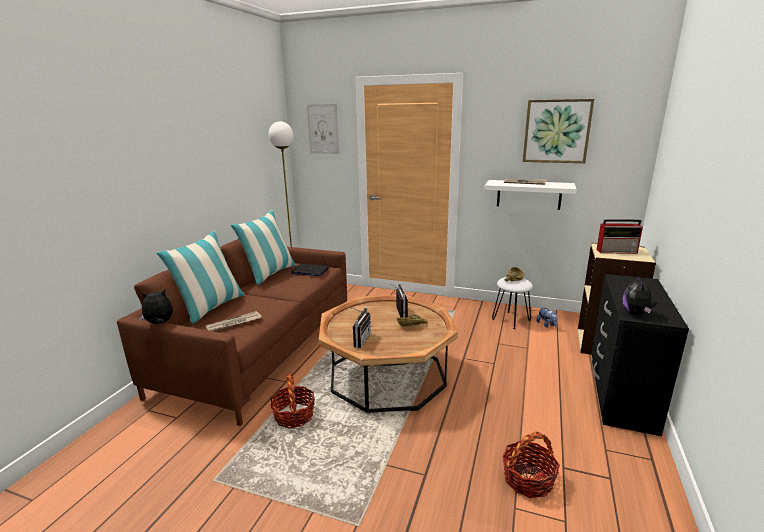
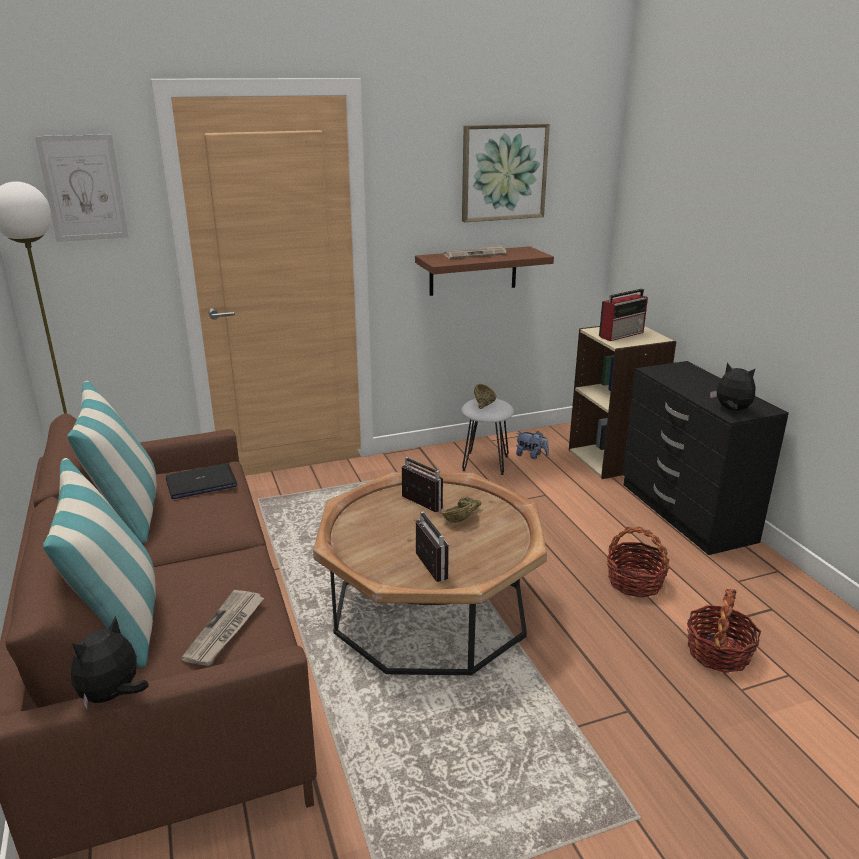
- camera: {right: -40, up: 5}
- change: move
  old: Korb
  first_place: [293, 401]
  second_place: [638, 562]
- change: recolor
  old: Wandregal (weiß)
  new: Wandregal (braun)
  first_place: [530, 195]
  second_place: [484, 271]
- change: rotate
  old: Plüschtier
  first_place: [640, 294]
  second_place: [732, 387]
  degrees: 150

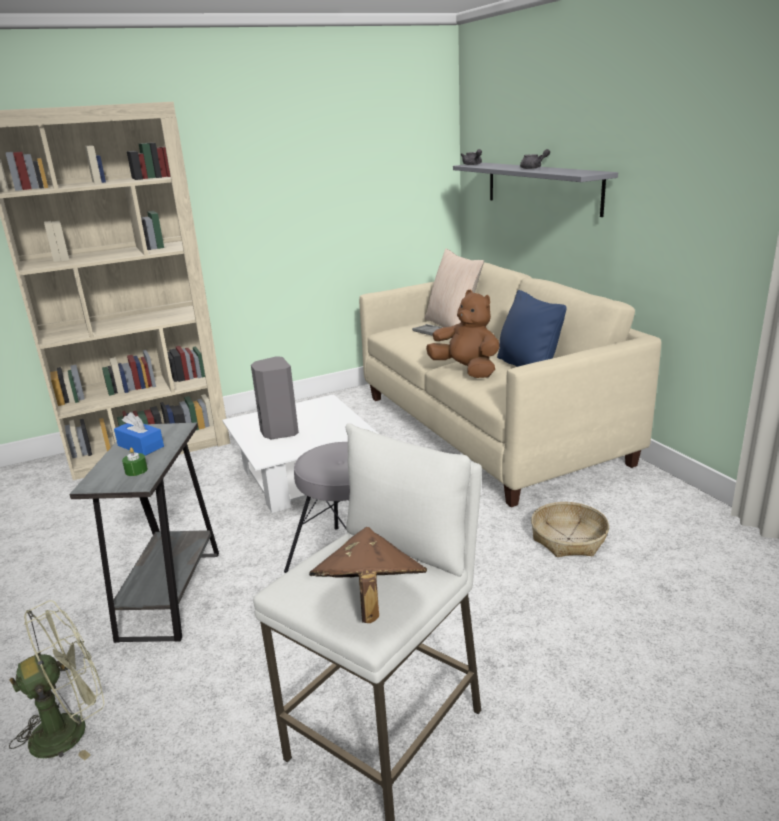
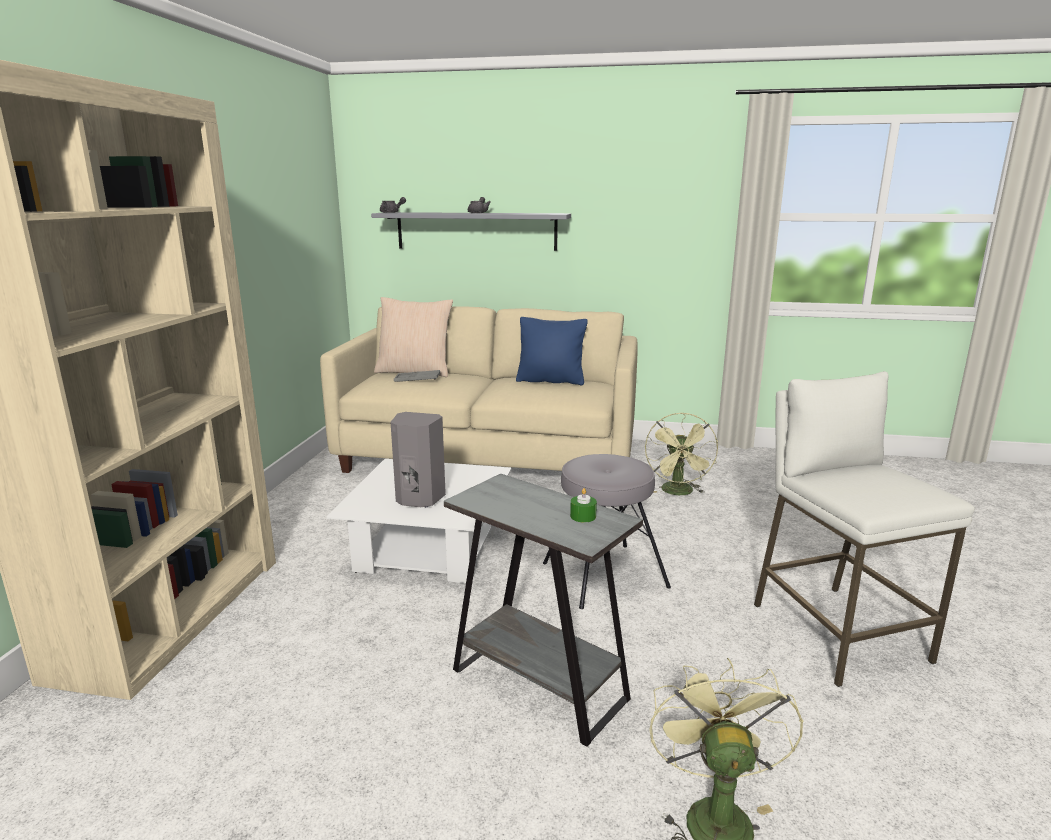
- camera: {right: -55, up: -5}
- change: delete
  old: Taschentuchbox (blau)
  first_place: [139, 434]
- change: delete
  old: Hut (braun)
  first_place: [368, 575]
- change: delete
  old: Plüschtier (braun)
  first_place: [463, 334]
- change: replace
  old: Korb
  new: Ventilator (grün)
  first_place: [570, 529]
  second_place: [681, 453]

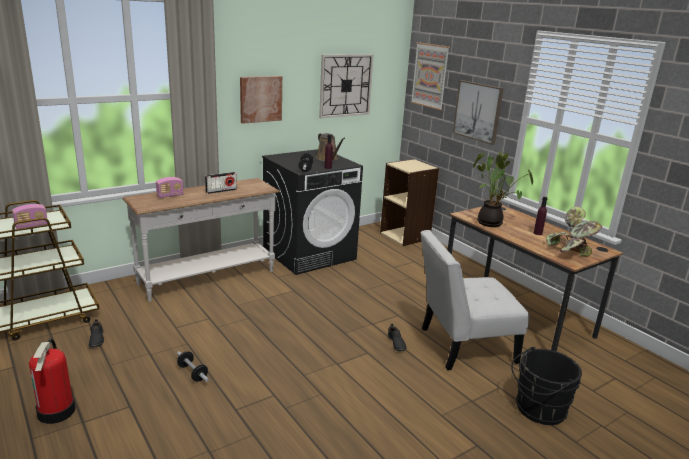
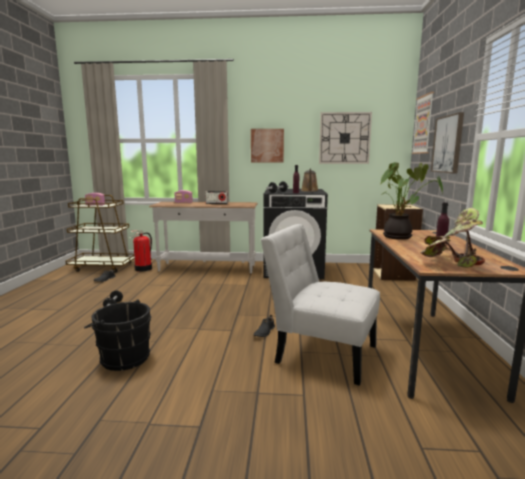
- camera: {right: 40, up: -10}
- change: move
  old: Feuerlöscher
  first_place: [52, 381]
  second_place: [140, 251]
- change: move
  old: Eimer (schwarz)
  first_place: [546, 386]
  second_place: [118, 335]

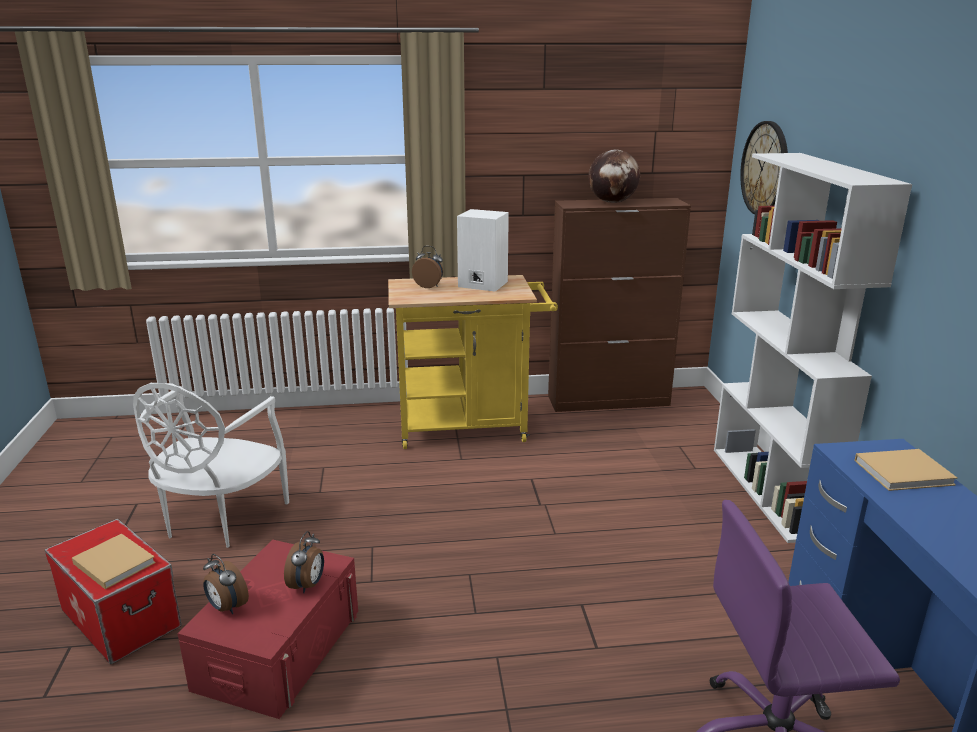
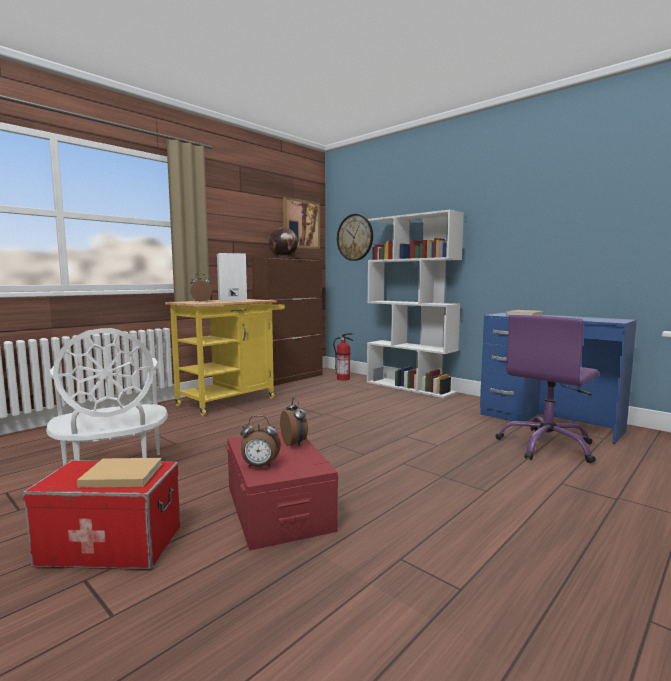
- camera: {right: -40, up: -15}
- change: insert
  new: Bild
  second_place: [301, 223]
- change: insert
  new: Feuerlöscher
  second_place: [343, 356]

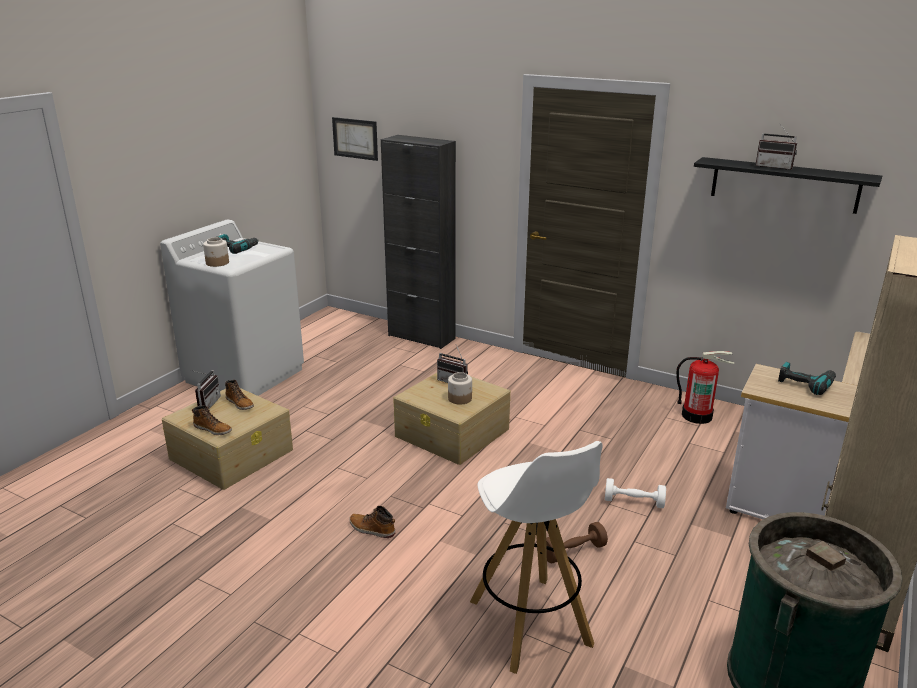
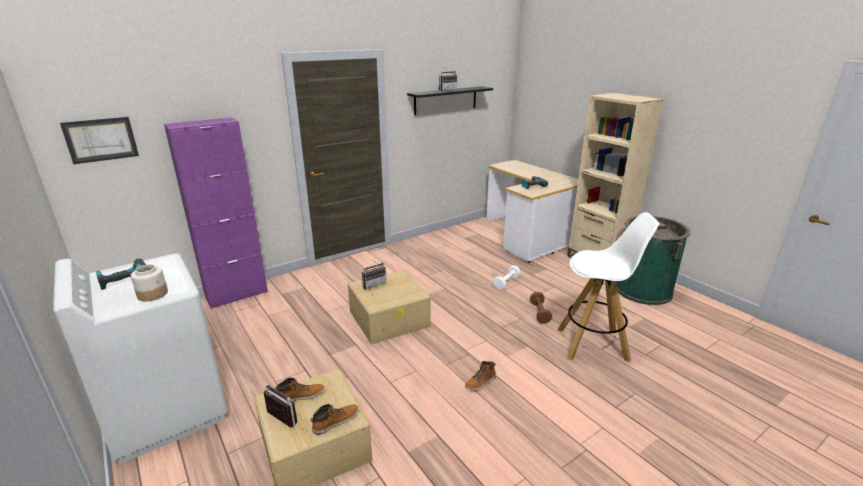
- camera: {right: -65, up: 0}
- change: delete
  old: Vorratsglas
  first_place: [460, 388]
- change: delete
  old: Feuerlöscher
  first_place: [705, 387]
- change: recolor
  old: Schrank (schwarz)
  new: Schrank (lila)
  first_place: [418, 242]
  second_place: [216, 213]

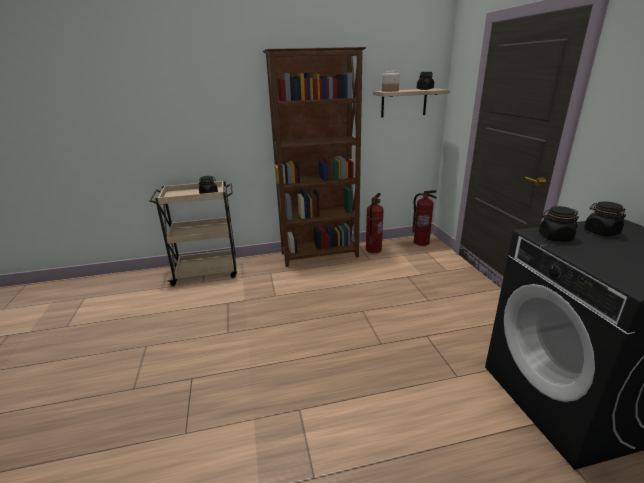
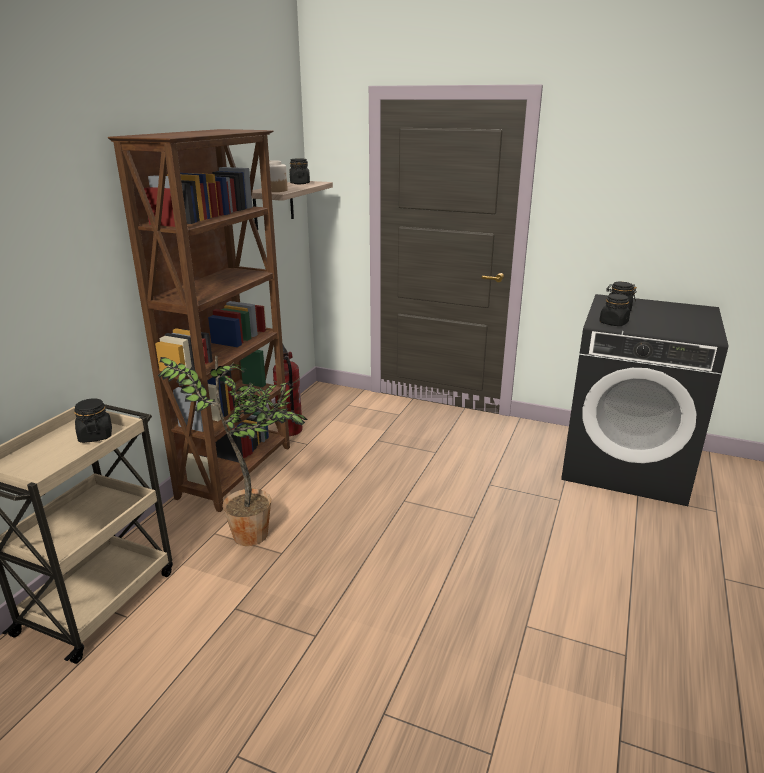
- camera: {right: -55, up: 0}
- change: delete
  old: Feuerlöscher
  first_place: [424, 218]
- change: insert
  new: Topfpflanze
  second_place: [233, 451]

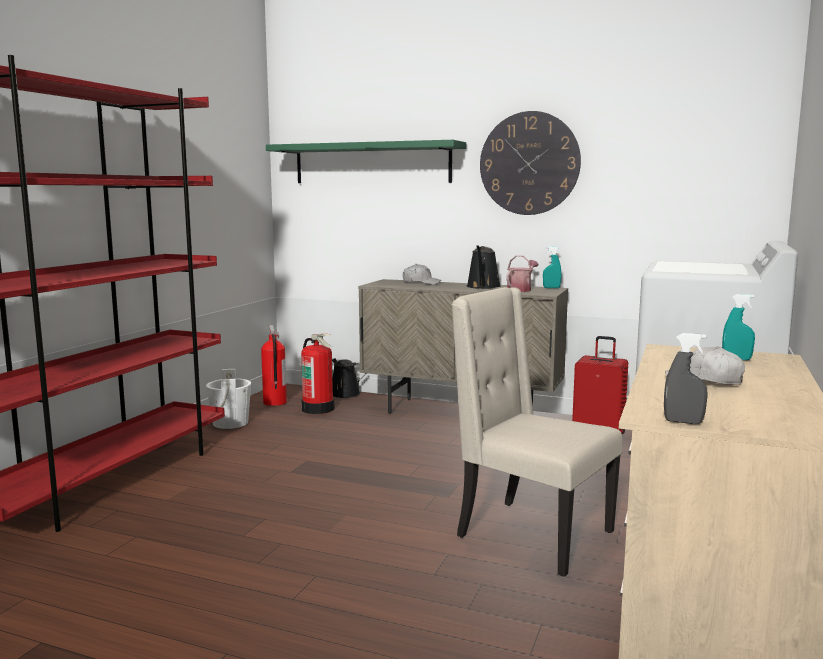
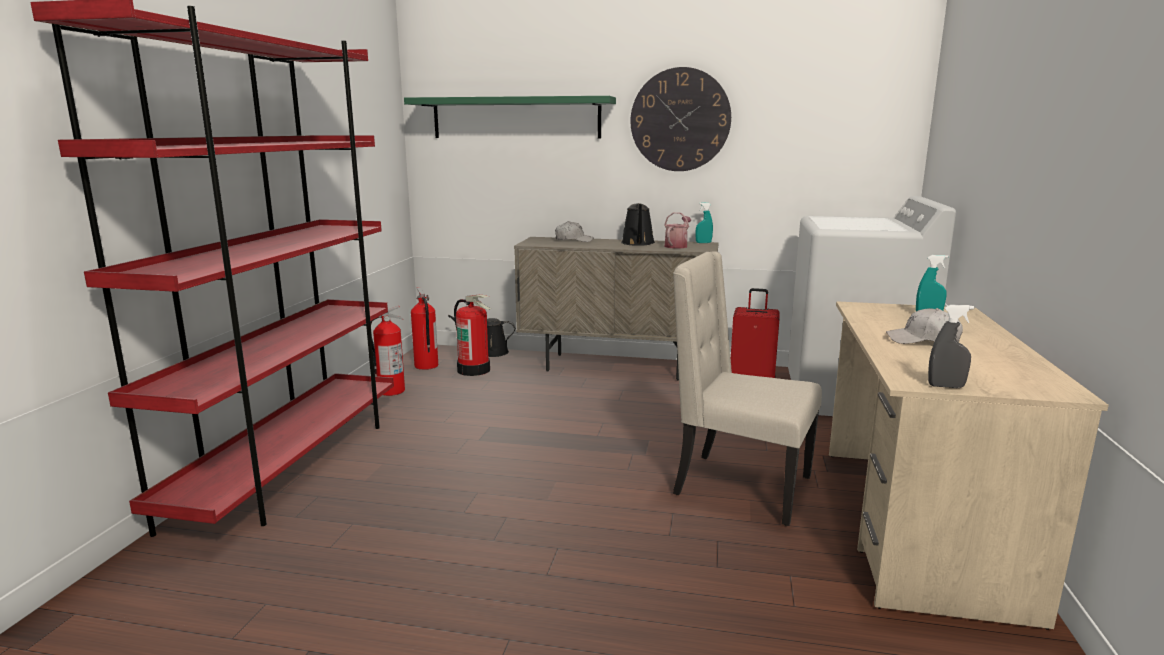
- camera: {right: -10, up: 5}
- change: replace
  old: Eimer (weiß)
  new: Feuerlöscher
  first_place: [228, 399]
  second_place: [387, 351]

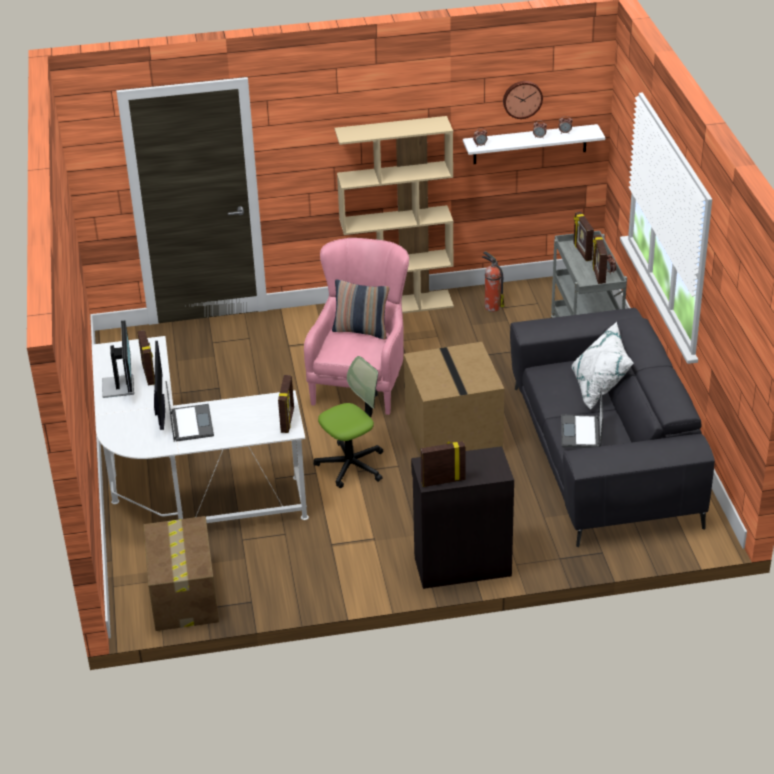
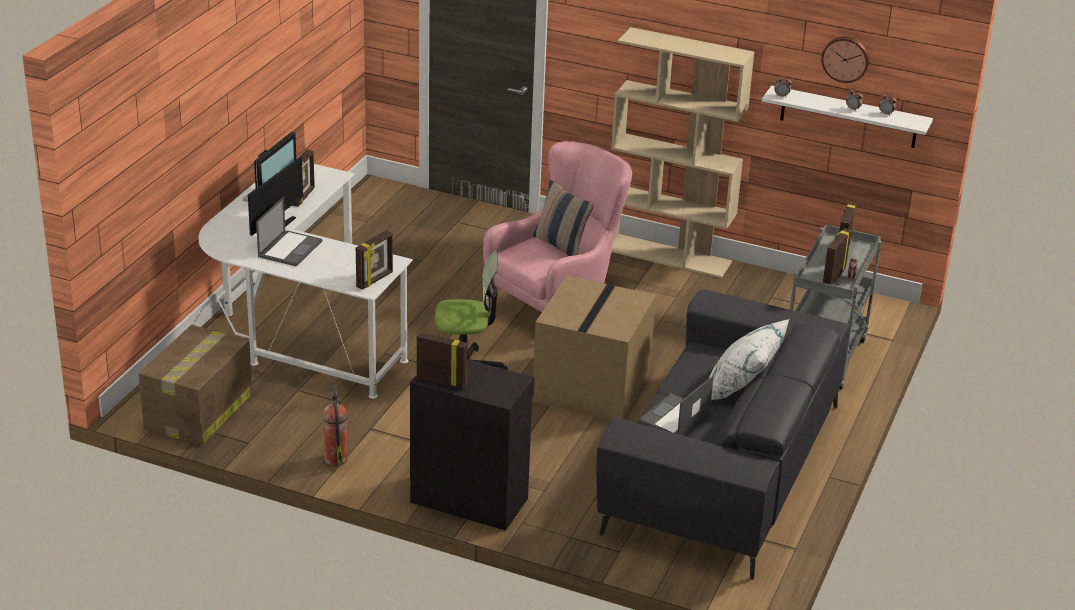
- camera: {right: 30, up: -5}
- change: move
  old: Feuerlöscher
  first_place: [493, 281]
  second_place: [335, 424]

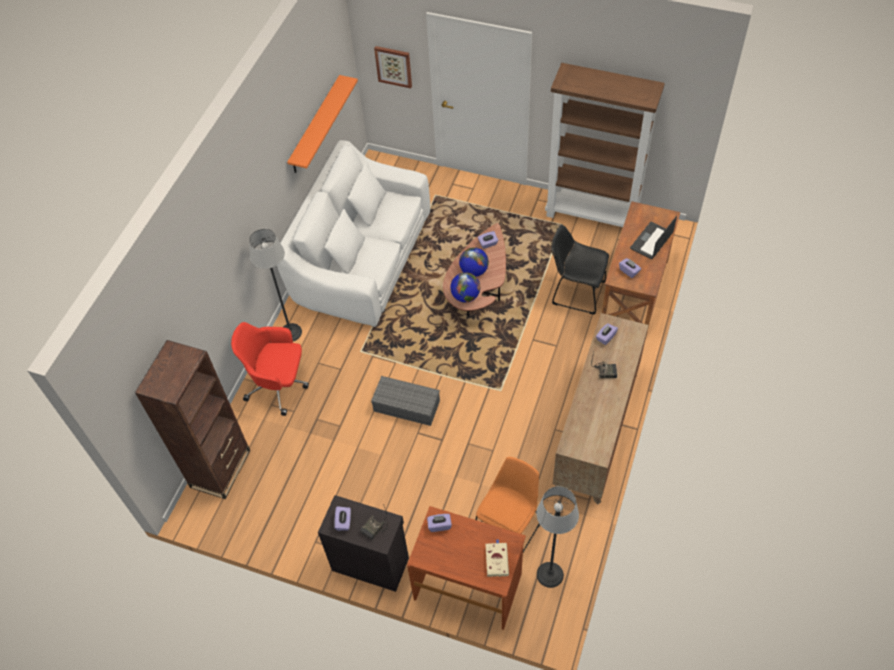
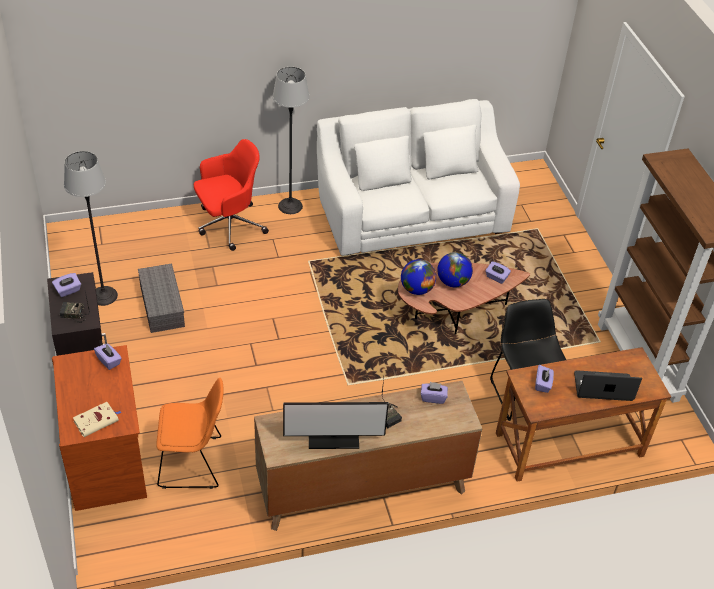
- camera: {right: 50, up: -10}
- change: delete
  old: Bücherregal (braun)
  first_place: [192, 419]
- change: delete
  old: Wandregal (orange)
  first_place: [322, 124]
- change: delete
  old: Bild
  first_place: [393, 67]
- change: insert
  new: Monitor
  second_place: [336, 425]
- change: move
  old: Aufbewahrungsbox (grau)
  first_place: [405, 401]
  second_place: [161, 298]
- change: move
  old: Stehlampe
  first_place: [557, 537]
  second_place: [91, 228]
- change: rotate
  old: Bürostuhl (rot)
  first_place: [270, 369]
  second_place: [231, 195]
  degrees: 90

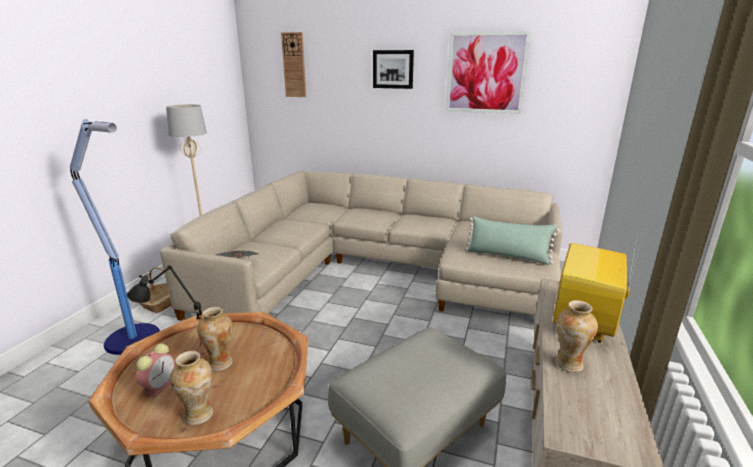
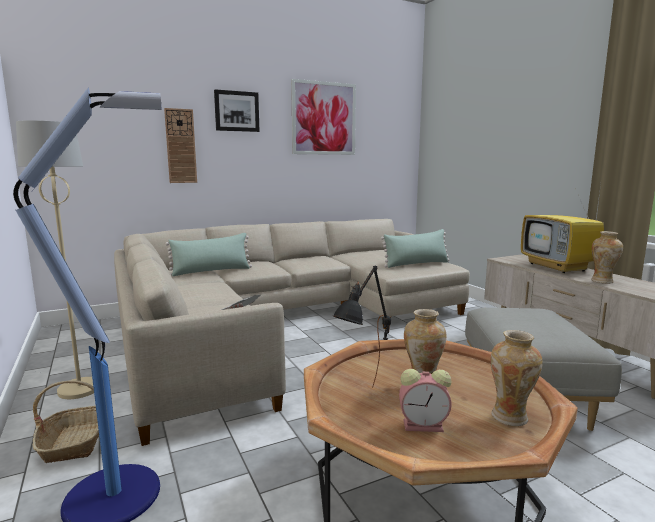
- camera: {right: -45, up: -10}
- change: insert
  new: Kissen (grün)
  second_place: [208, 254]
- change: move
  old: Wanduhr
  first_place: [293, 64]
  second_place: [180, 145]
- change: rotate
  old: Wecker
  first_place: [155, 370]
  second_place: [425, 400]
  degrees: 120

